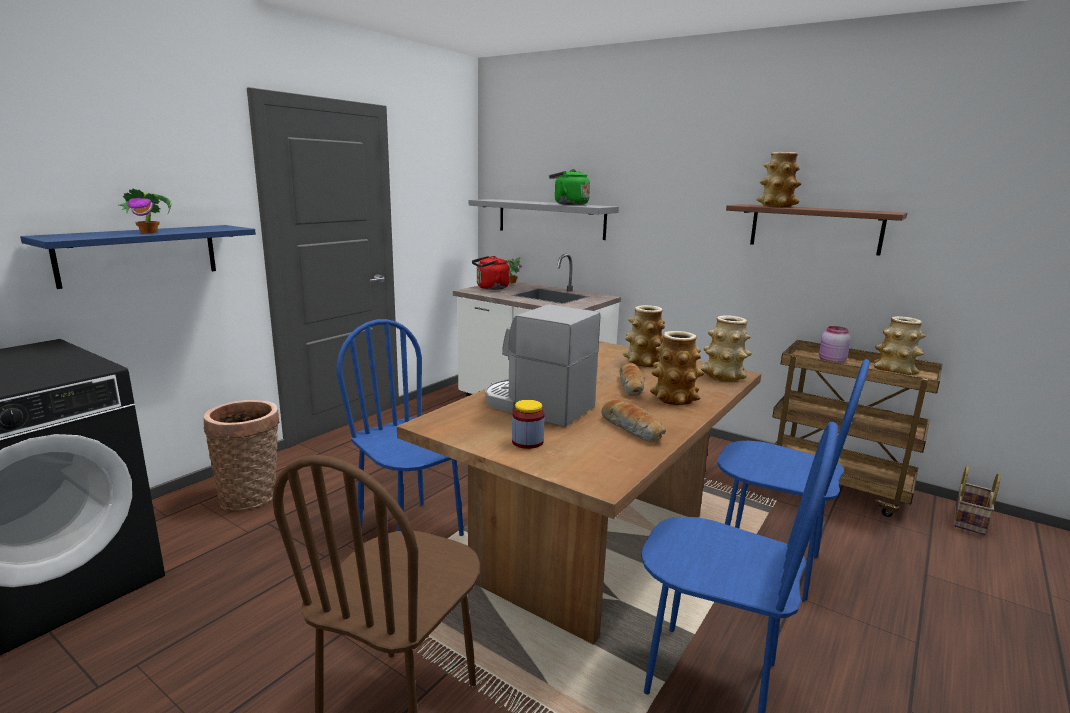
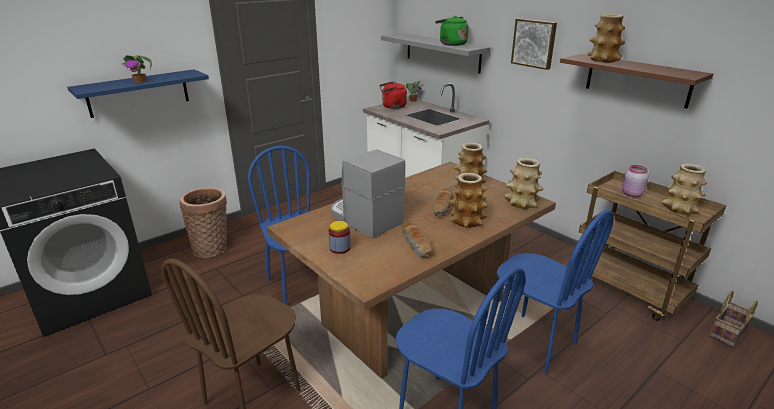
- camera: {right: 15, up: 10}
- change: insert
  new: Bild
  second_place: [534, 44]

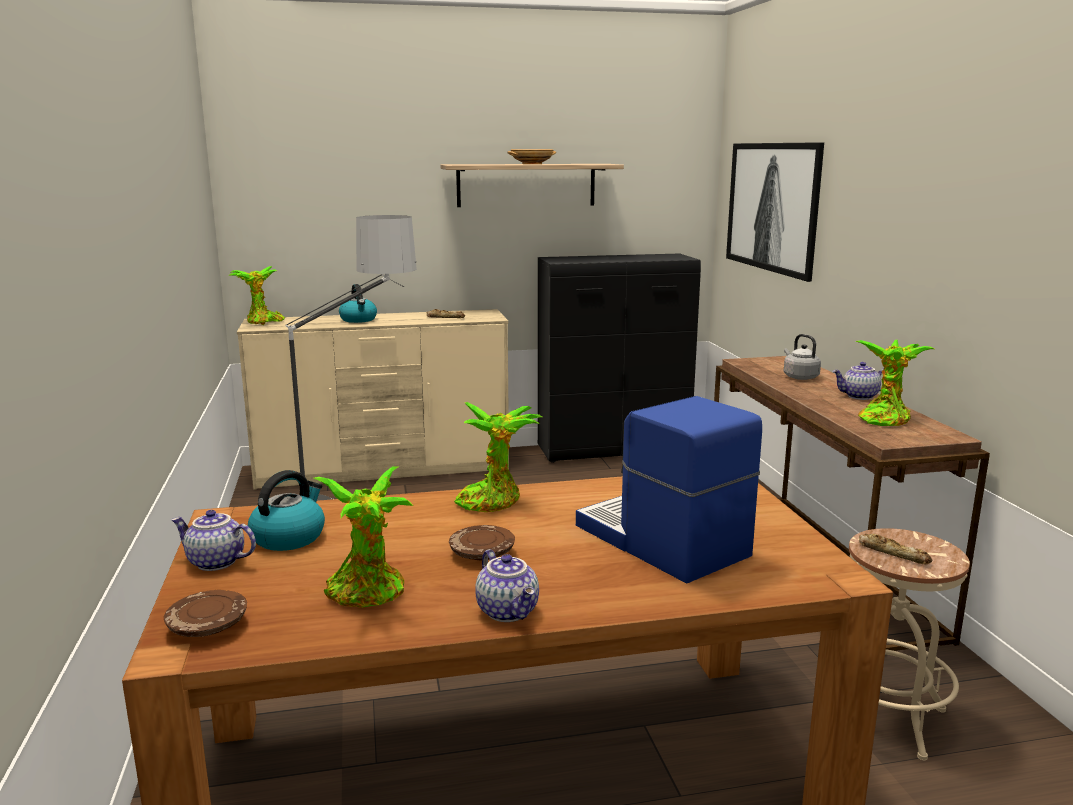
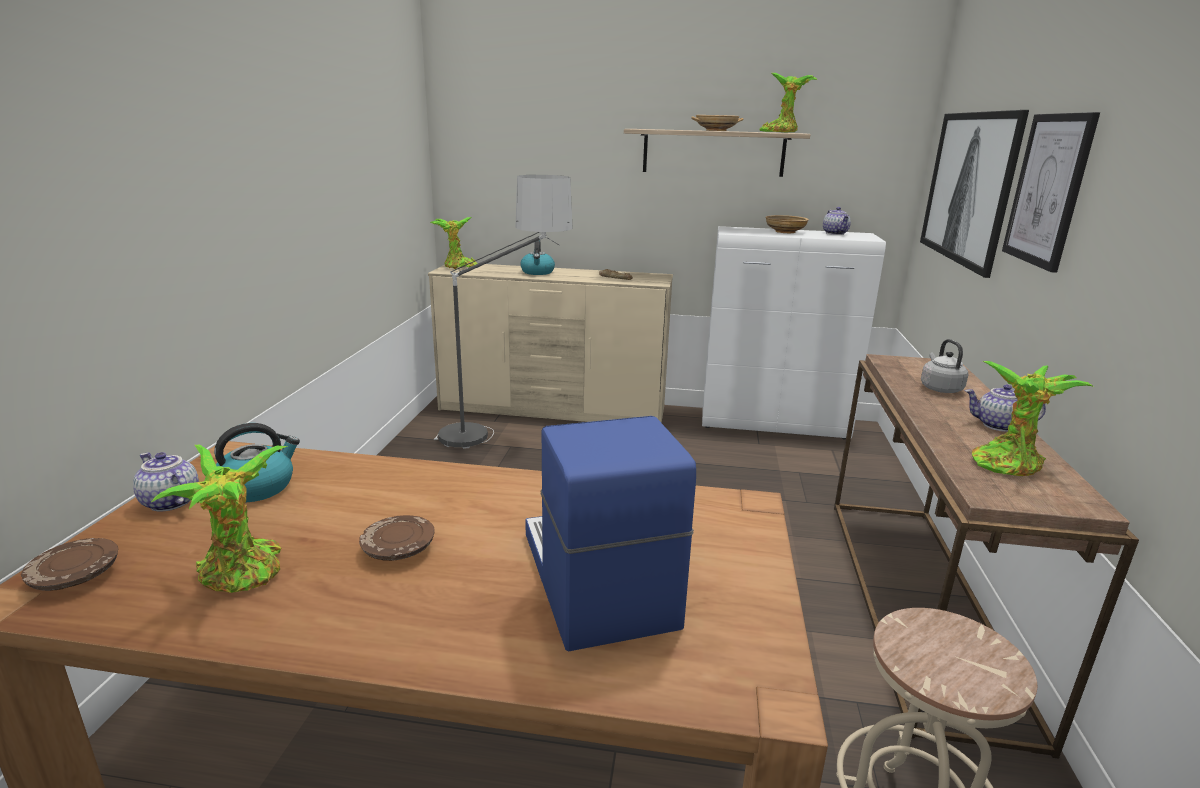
- camera: {right: 20, up: 5}
- change: delete
  old: Brot
  first_place: [895, 549]
- change: insert
  new: Schüssel (beige)
  second_place: [787, 224]
- change: insert
  new: Bild
  second_place: [1051, 192]
- change: move
  old: Topfpflanze
  first_place: [498, 457]
  second_place: [789, 103]
- change: move
  old: Teekanne
  first_place: [507, 585]
  second_place: [837, 221]
- change: recolor
  old: Schrank (schwarz)
  new: Schrank (weiß)
  first_place: [619, 358]
  second_place: [794, 333]

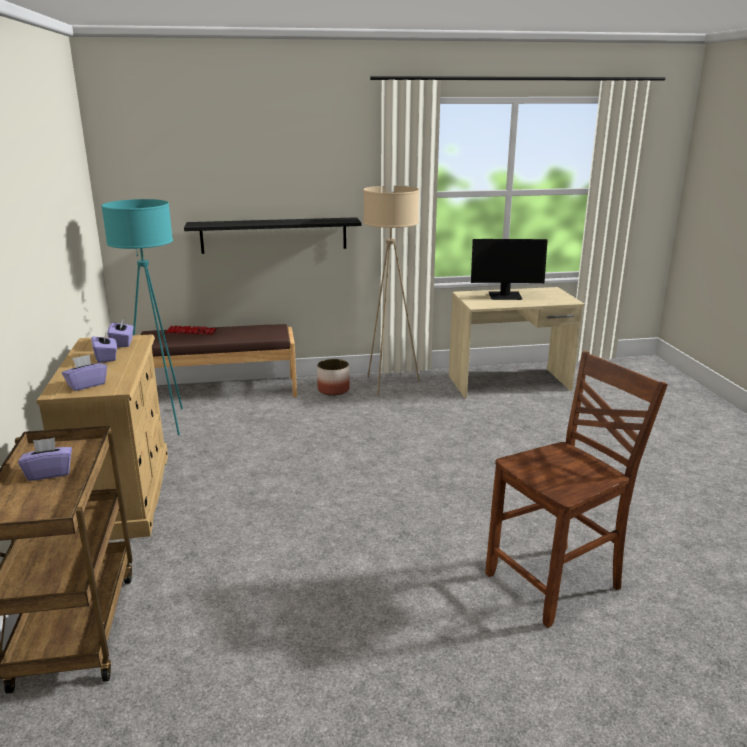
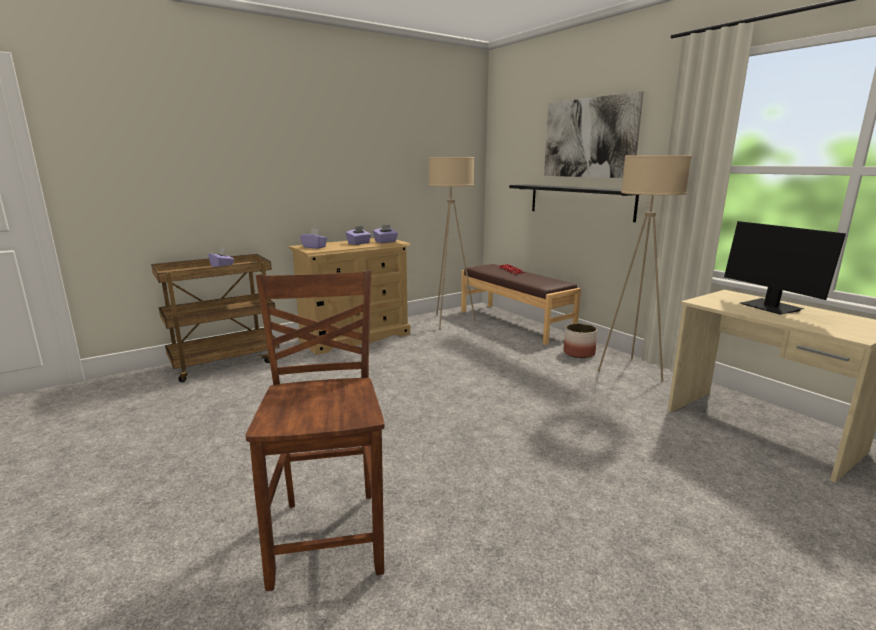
- camera: {right: 65, up: -5}
- change: insert
  new: Bild
  second_place: [594, 134]
- change: recolor
  old: Stehlampe (türkis)
  new: Stehlampe (beige)
  first_place: [142, 317]
  second_place: [452, 243]
- change: rotate
  old: Stuhl (braun)
  first_place: [576, 489]
  second_place: [315, 430]
  degrees: -135

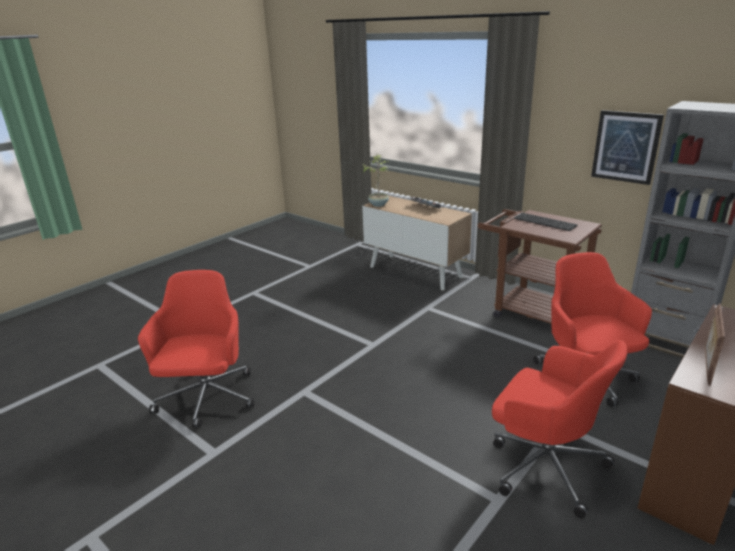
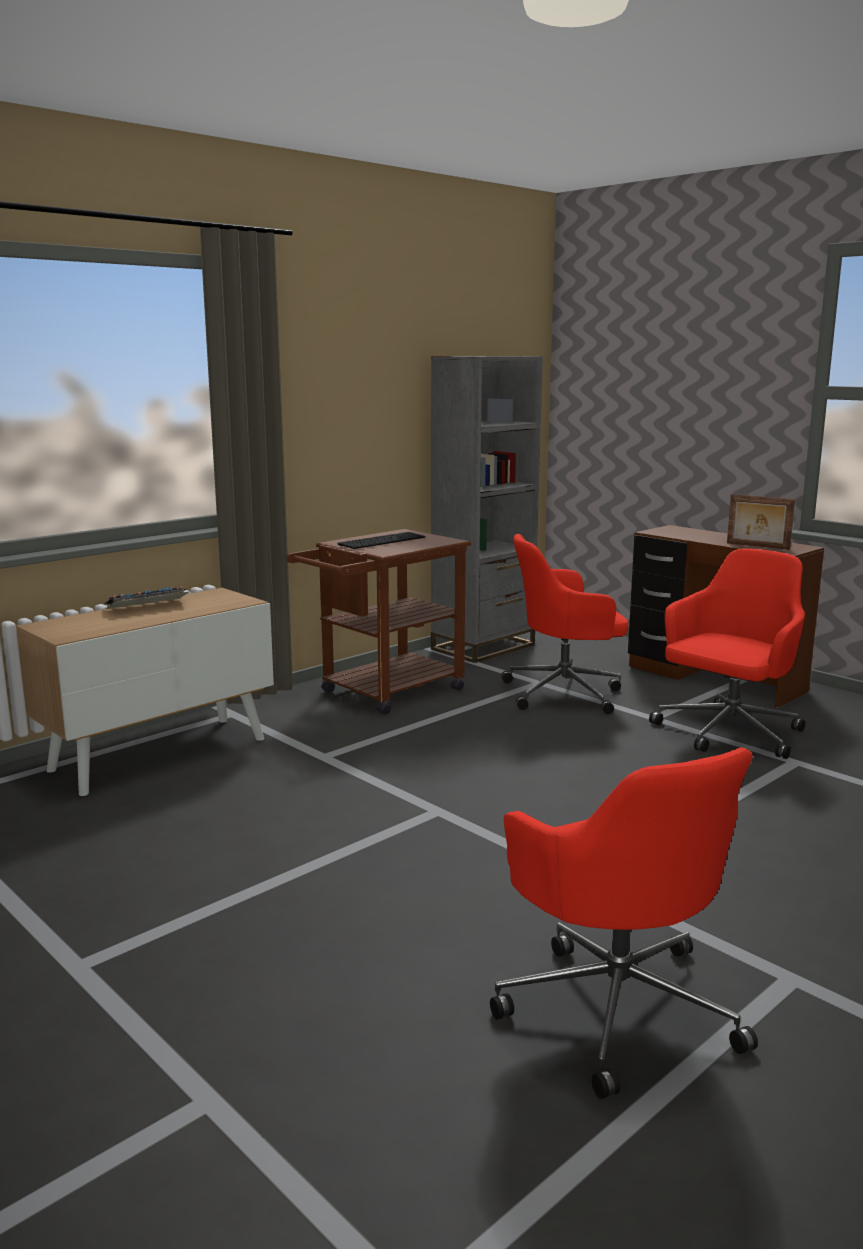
- camera: {right: -85, up: -10}
- change: delete
  old: Topfpflanze
  first_place: [375, 181]
- change: delete
  old: Bild
  first_place: [627, 147]
- change: rotate
  old: Bürostuhl (rot)
  first_place: [196, 348]
  second_place: [624, 923]
  degrees: -120

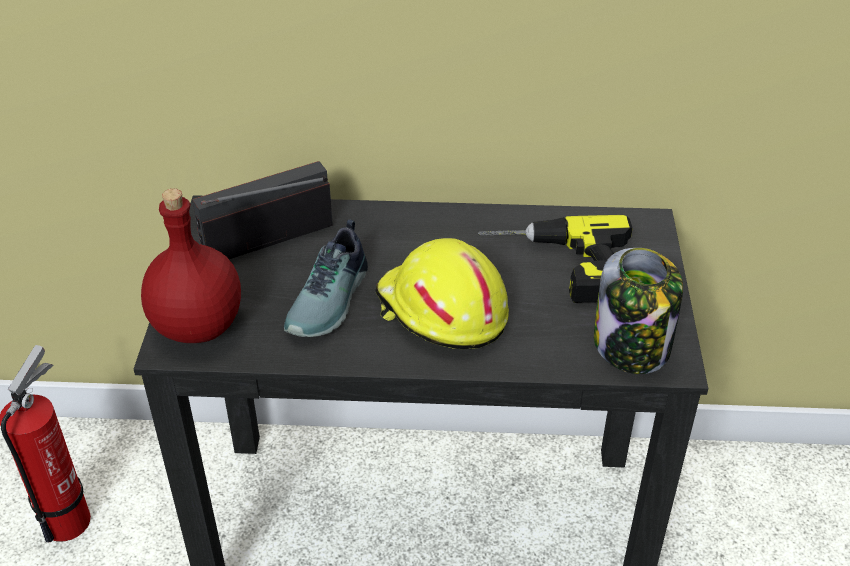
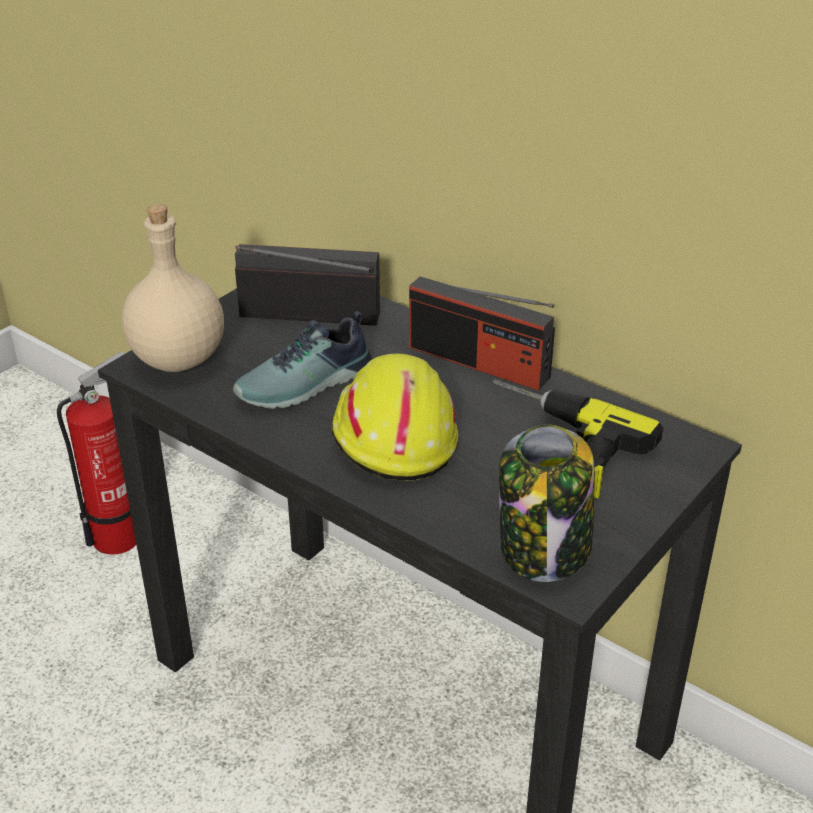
- camera: {right: 35, up: -5}
- change: insert
  new: Radio
  second_place: [482, 333]
- change: recolor
  old: Flasche (rot)
  new: Flasche (beige)
  first_place: [191, 266]
  second_place: [173, 288]

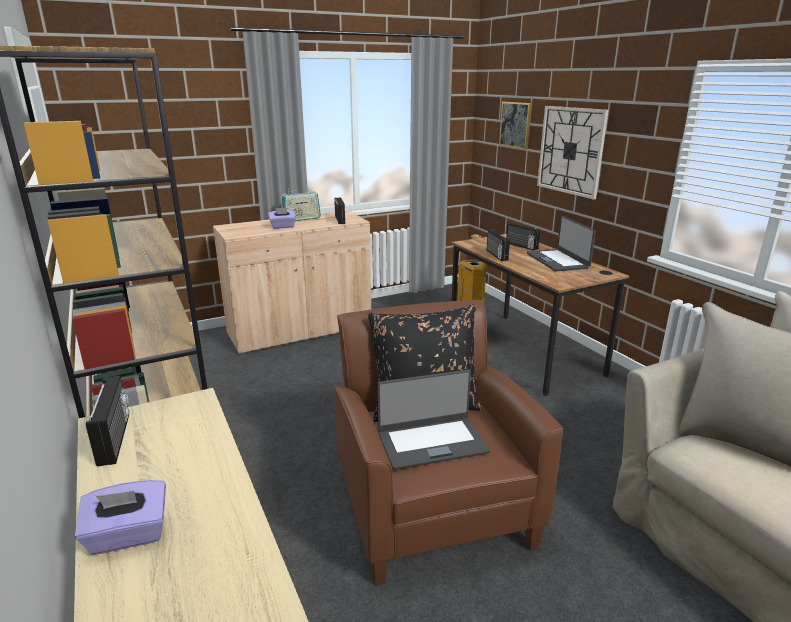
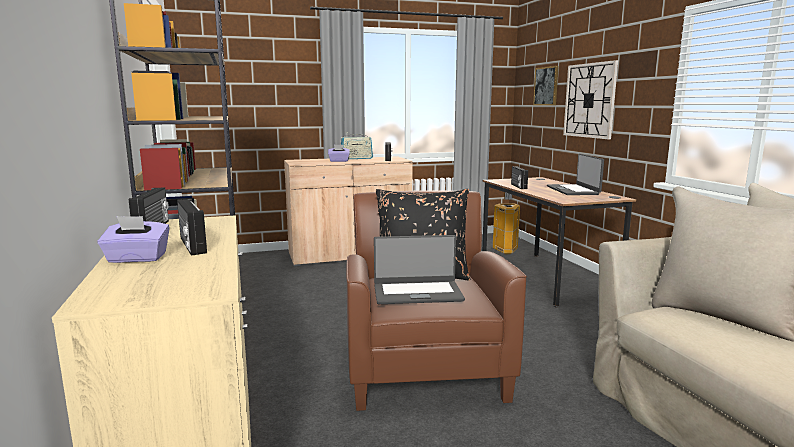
- camera: {right: 10, up: -10}
- change: move
  old: Radio
  first_place: [523, 237]
  second_place: [192, 227]

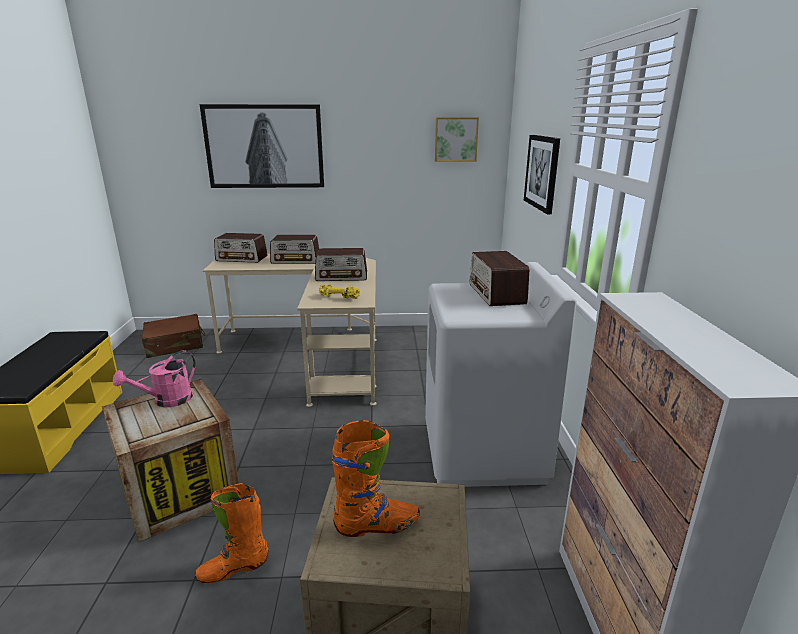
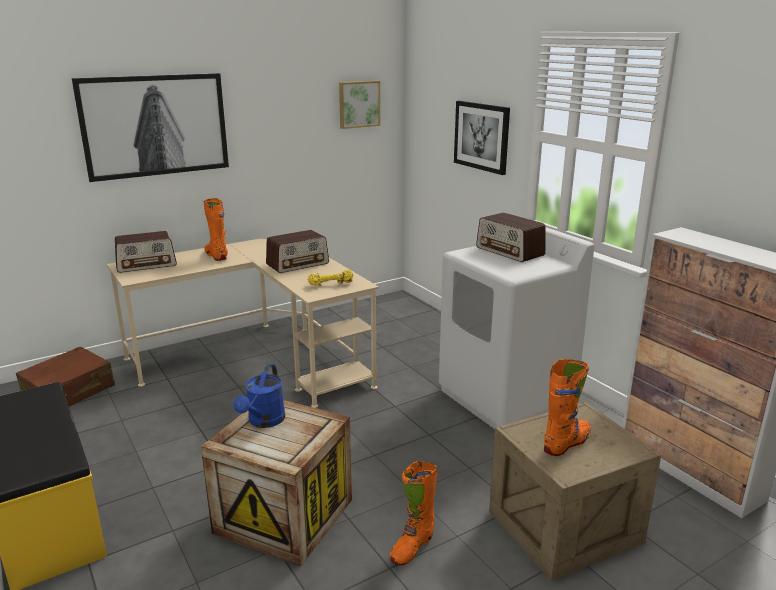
- camera: {right: -30, up: 0}
- change: replace
  old: Radio
  new: Stiefel (orange)
  first_place: [294, 249]
  second_place: [216, 229]
- change: recolor
  old: Gießkanne (rosa)
  new: Gießkanne (blau)
  first_place: [154, 378]
  second_place: [259, 396]

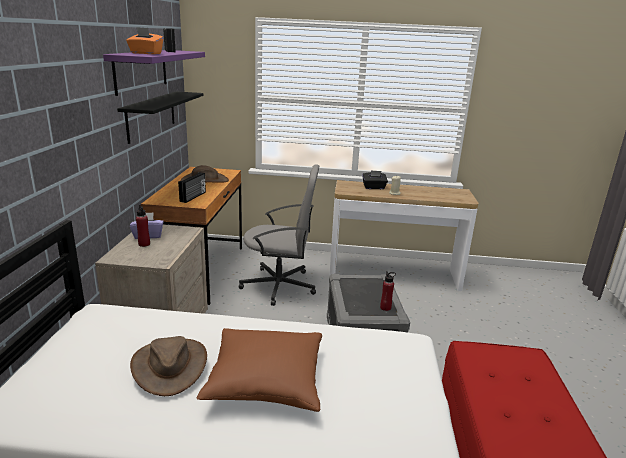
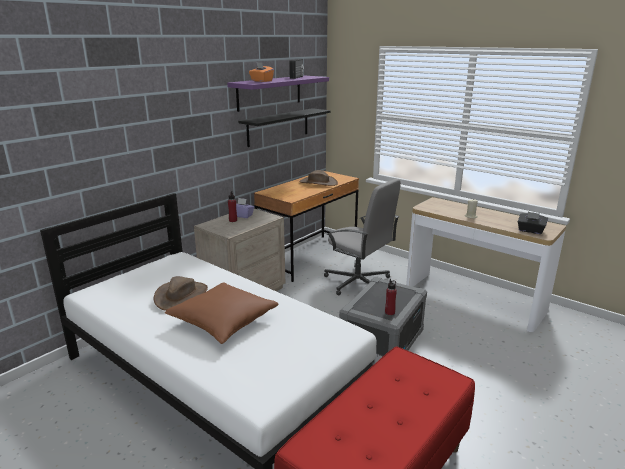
- camera: {right: 35, up: 0}
- change: delete
  old: Radio
  first_place: [192, 187]
- change: move
  old: Taschentuchbox (schwarz)
  first_place: [375, 179]
  second_place: [533, 223]

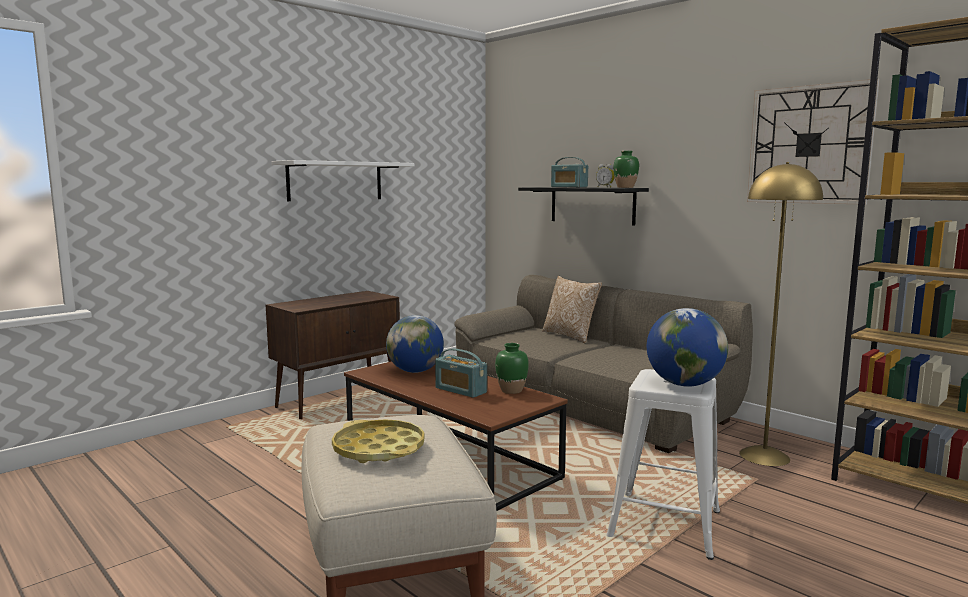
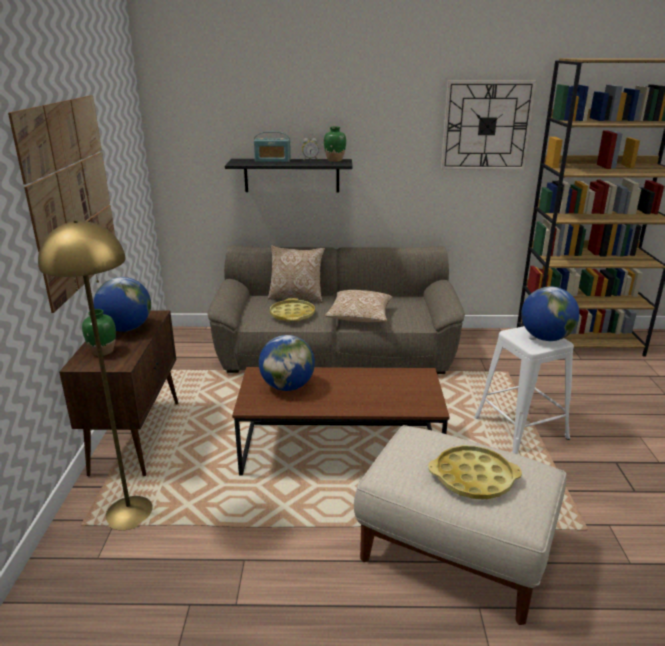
- camera: {right: -45, up: 15}
- change: delete
  old: Radio
  first_place: [461, 373]
- change: insert
  new: Globus
  second_place: [122, 304]
- change: insert
  new: Tablett (gelb)
  second_place: [292, 310]
- change: insert
  new: Kissen
  second_place: [359, 306]
- change: move
  old: Vase (grün)
  first_place: [512, 368]
  second_place: [99, 332]
- change: move
  old: Stehlampe (gelb)
  first_place: [781, 314]
  second_place: [95, 375]
- change: replace
  old: Wandregal (weiß)
  new: Bild
  first_place: [343, 180]
  second_place: [61, 204]

